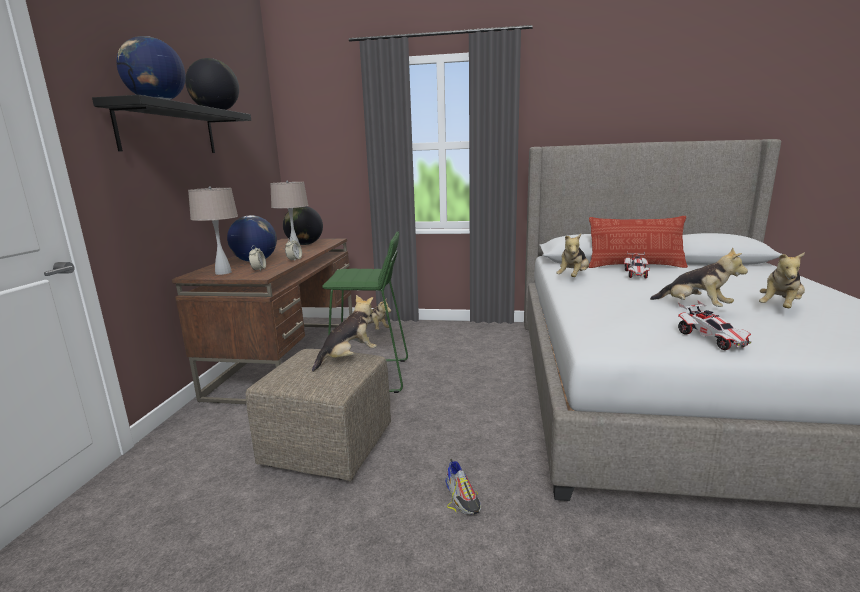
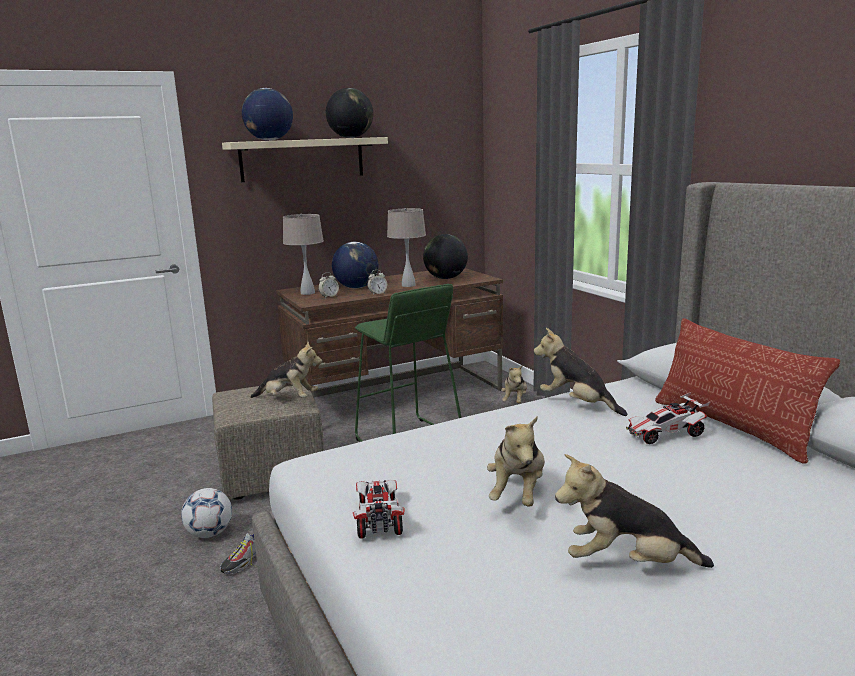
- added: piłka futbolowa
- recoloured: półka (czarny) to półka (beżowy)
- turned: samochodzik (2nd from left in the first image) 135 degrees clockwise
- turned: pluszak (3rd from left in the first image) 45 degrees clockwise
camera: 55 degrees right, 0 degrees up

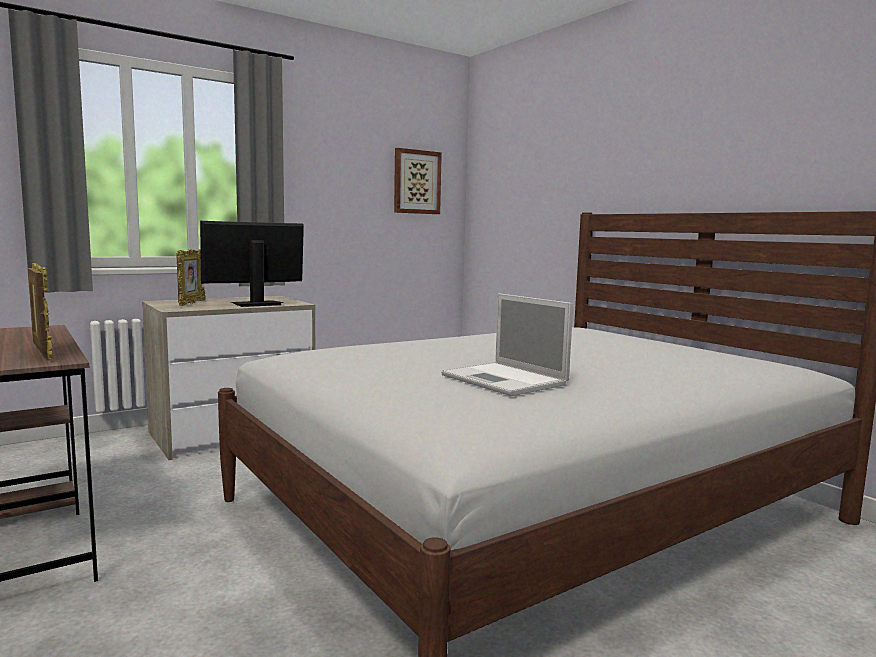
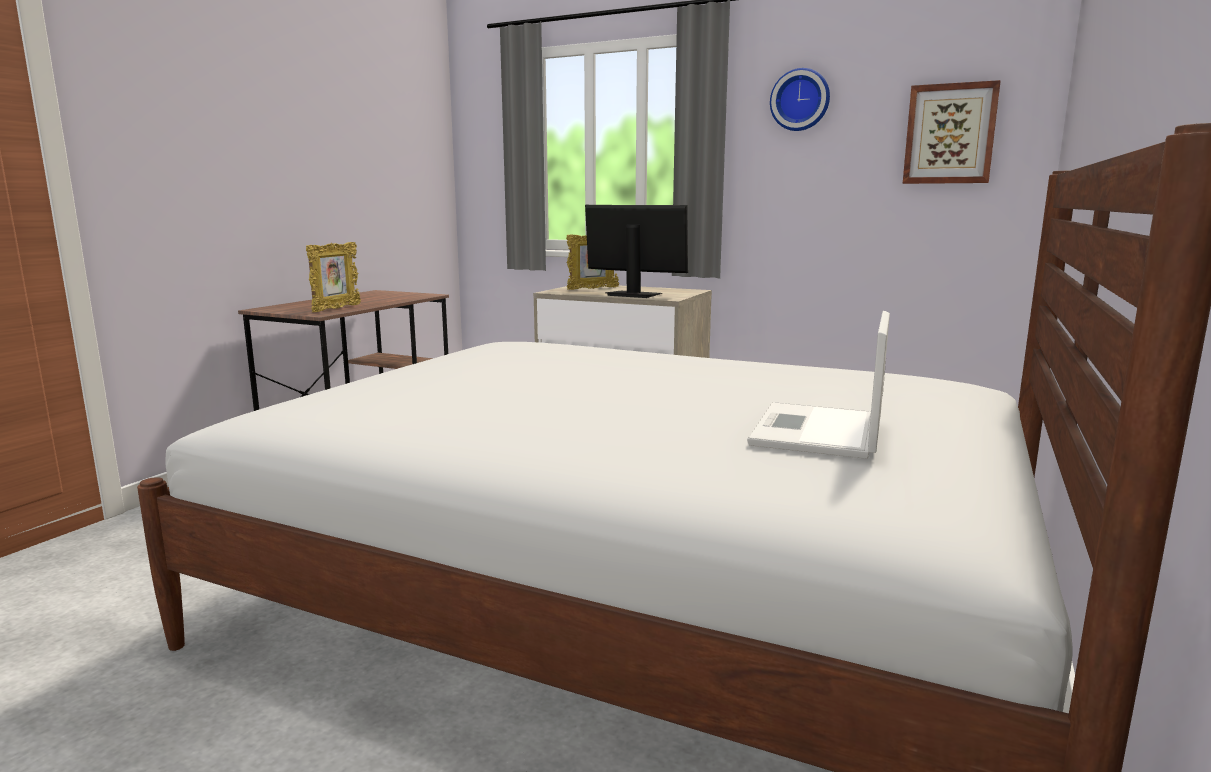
- moved: laptop
- added: zegar ścienny
camera: 60 degrees right, 5 degrees up

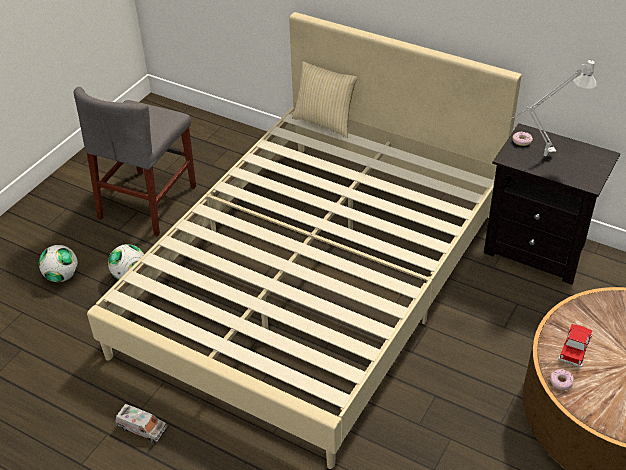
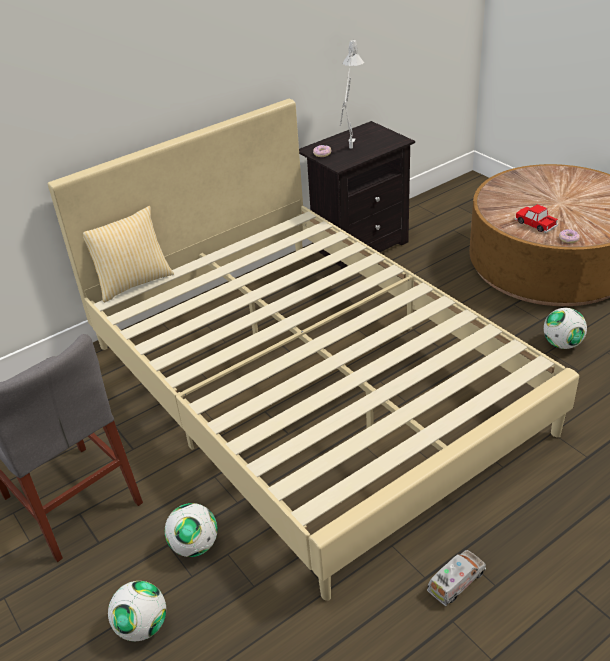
- added: piłka futbolowa (3rd from left)
camera: 65 degrees left, 5 degrees down

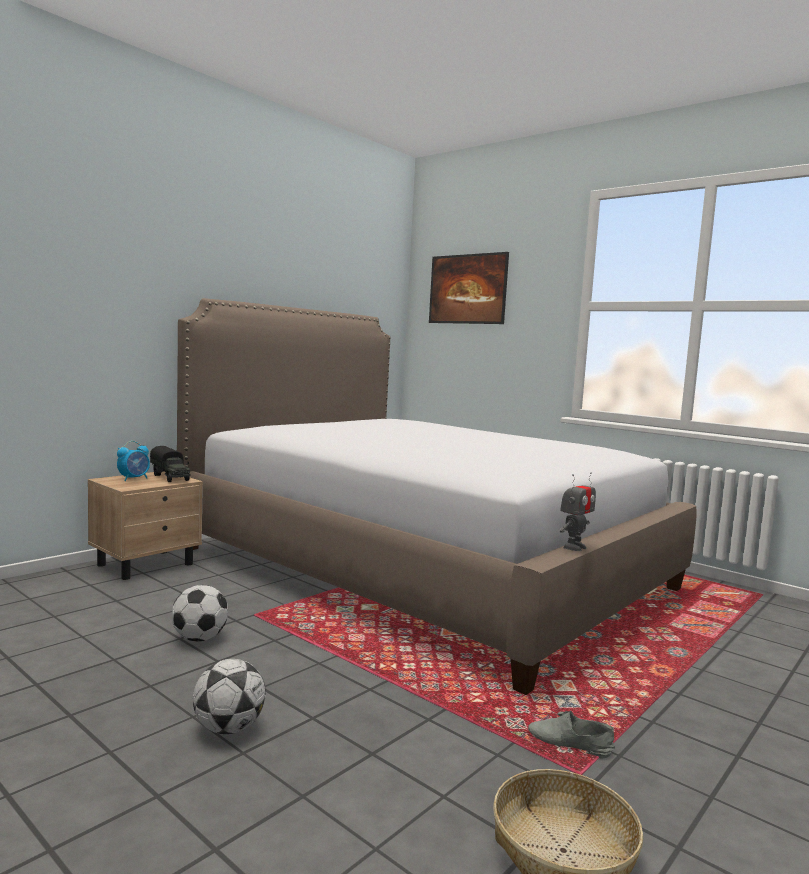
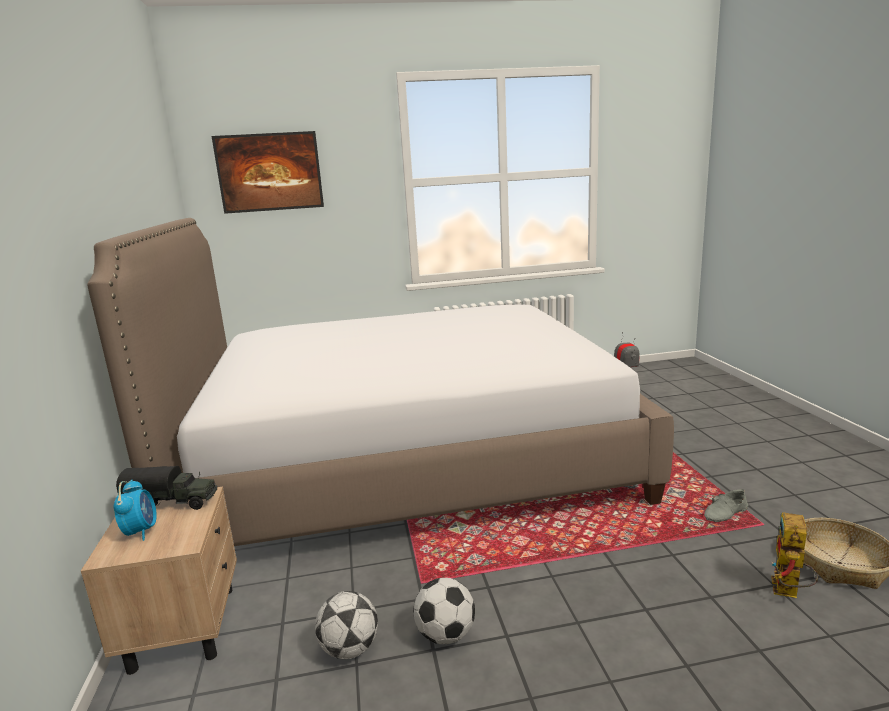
- moved: piłka futbolowa (2nd from left in the first image) to piłka futbolowa (1st from left)
- added: robot zabawkowy (2nd from left)
camera: 50 degrees left, 10 degrees up

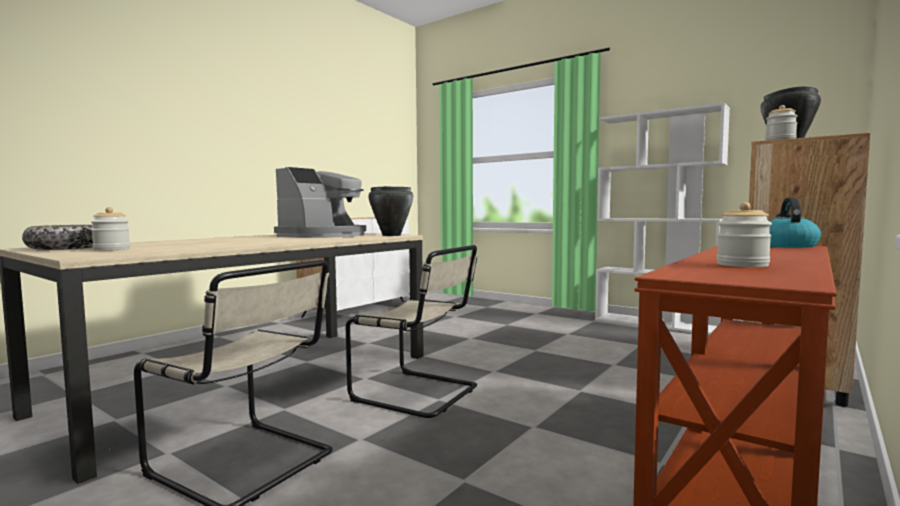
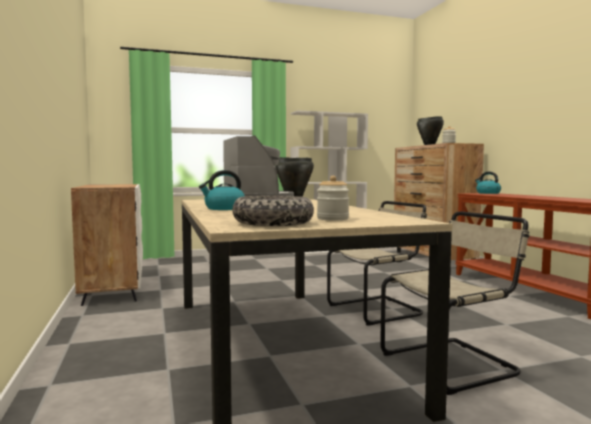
- added: czajnik (1st from left)
- removed: słoik (2nd from left)
camera: 55 degrees left, 0 degrees up

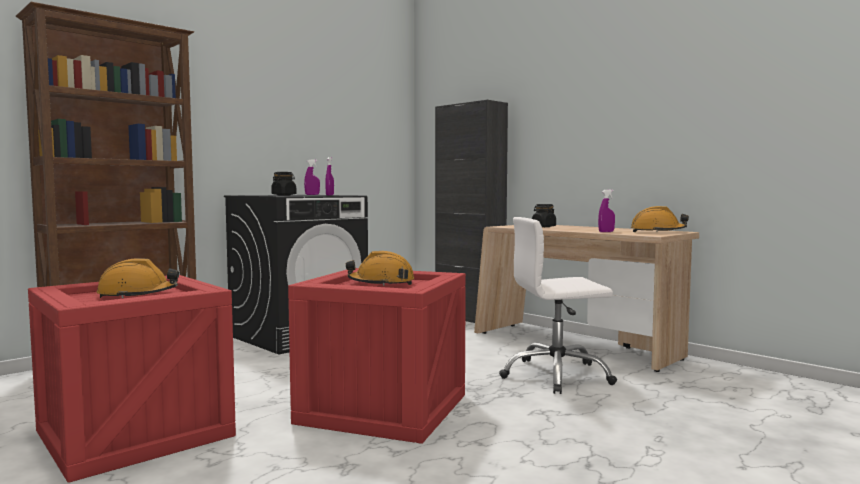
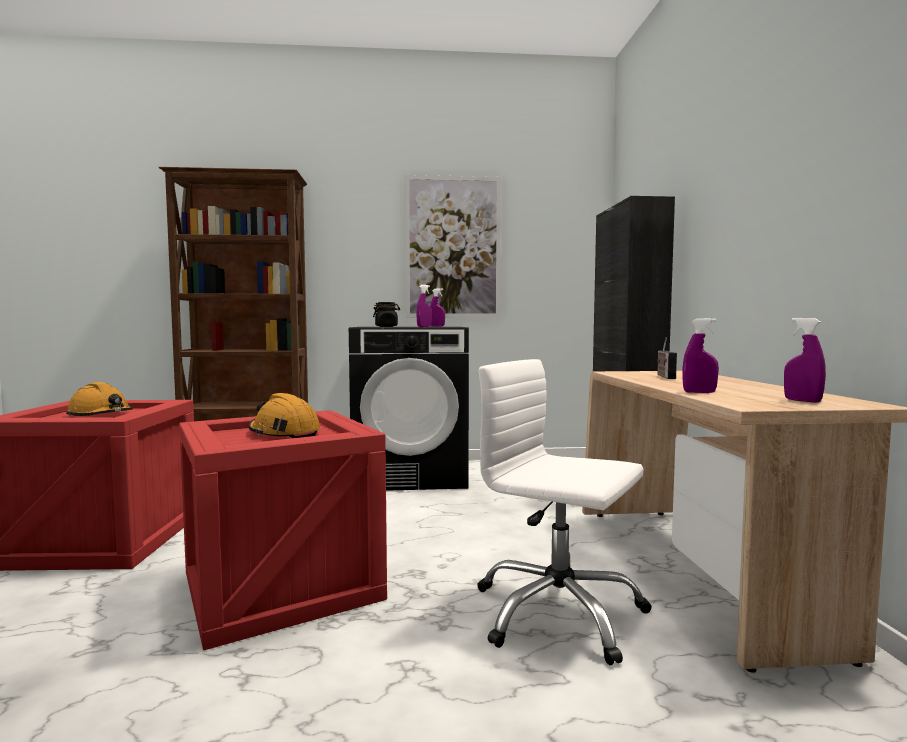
- added: obraz
- replaced: słoik (czarny) (2nd from left) to radio
- replaced: kask (pomarańczowy) (3rd from left) to spryskiwacz (fioletowy) (4th from left)
camera: 40 degrees right, 0 degrees up

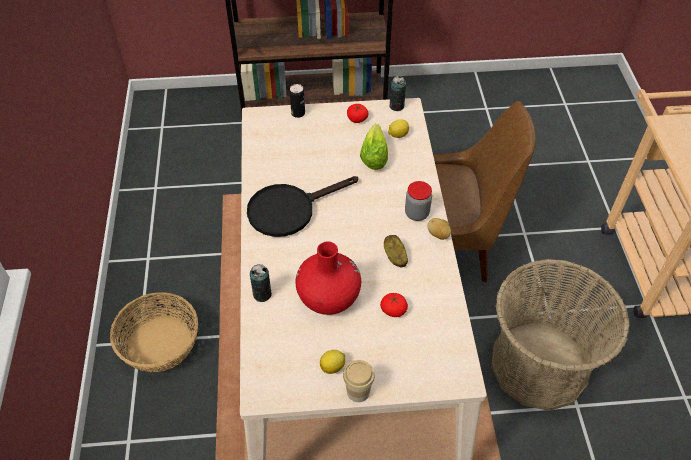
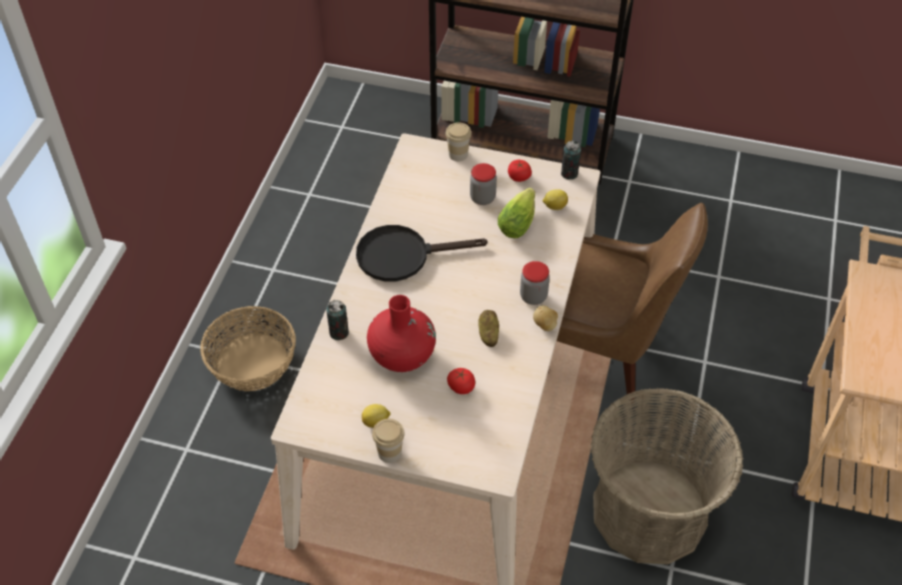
- replaced: puszka (2nd from left) to filiżanka (2nd from left)
- added: słoik (1st from left)
camera: 20 degrees right, 0 degrees up

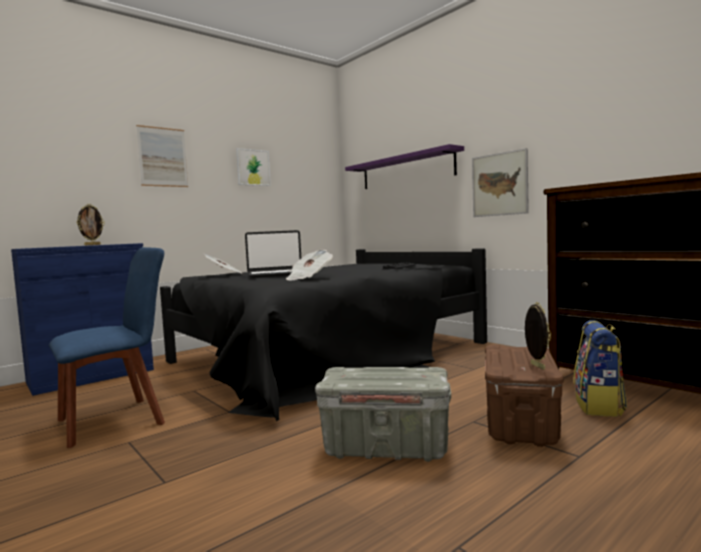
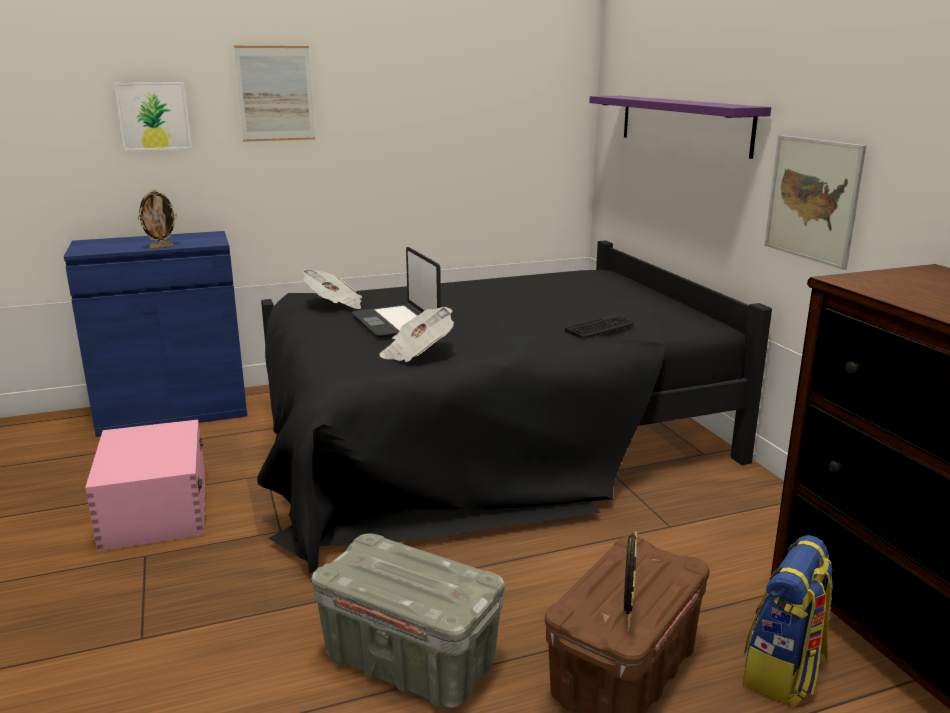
- replaced: krzesło (niebieski) to pojemnik do przechowywania (różowy)
- moved: obraz (2nd from left in the first image) to obraz (1st from left)
- turned: laptop 60 degrees clockwise
camera: 20 degrees right, 15 degrees up

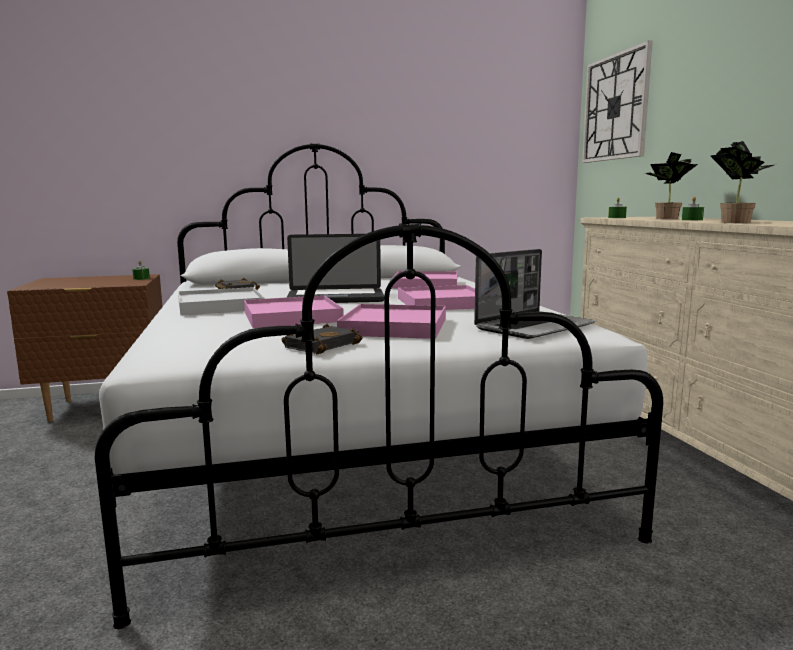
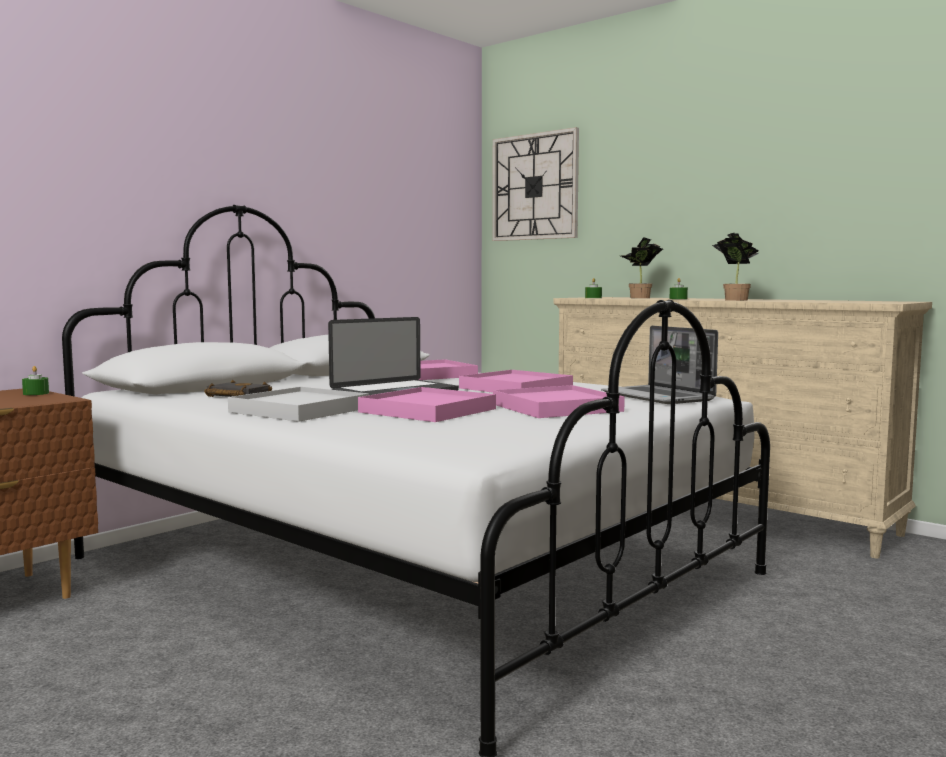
- turned: laptop (2nd from left) 135 degrees clockwise
- removed: książka (czarny) (2nd from left)
camera: 35 degrees left, 5 degrees down

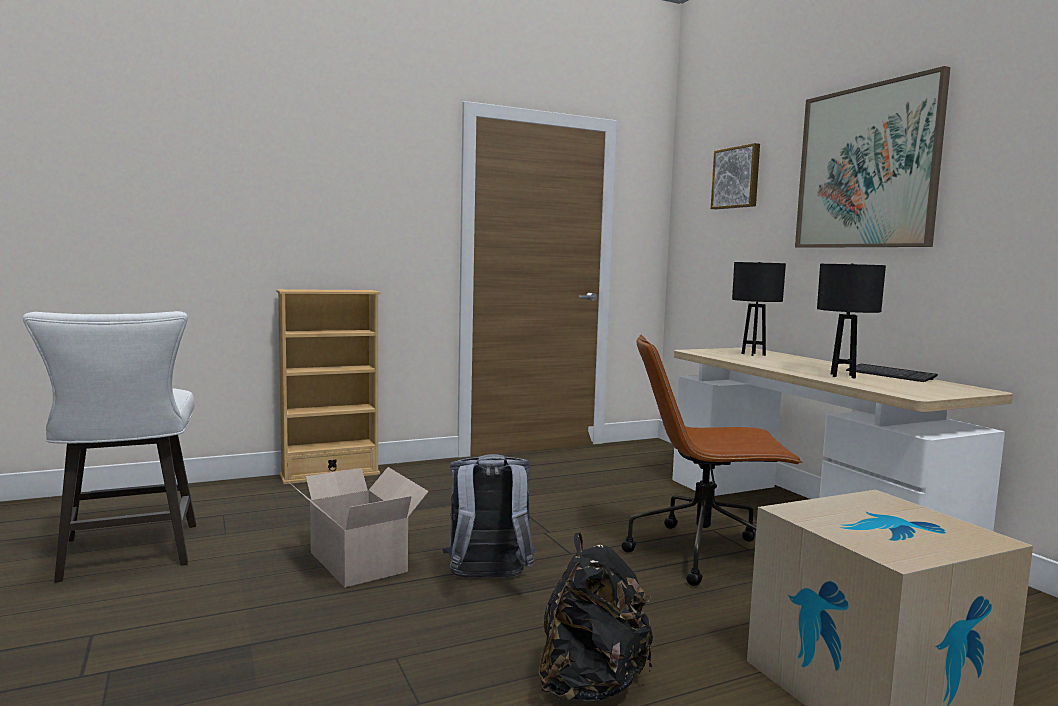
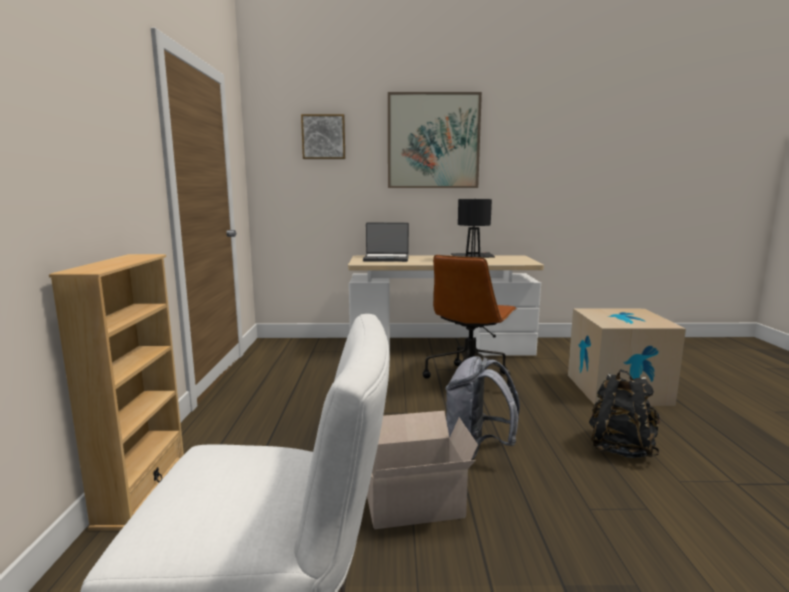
- replaced: lampa stołowa (czarny) (1st from left) to laptop
camera: 65 degrees left, 5 degrees up

